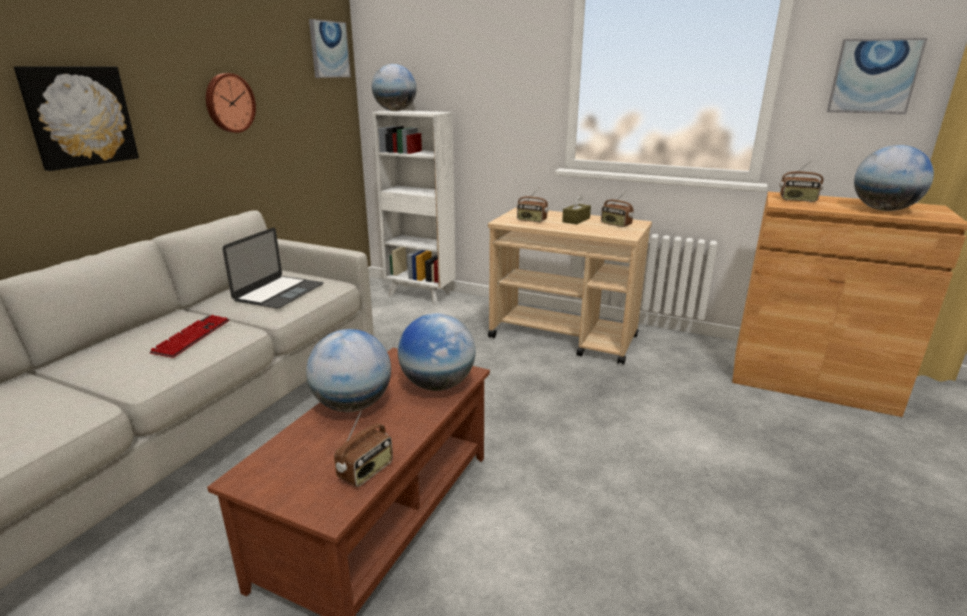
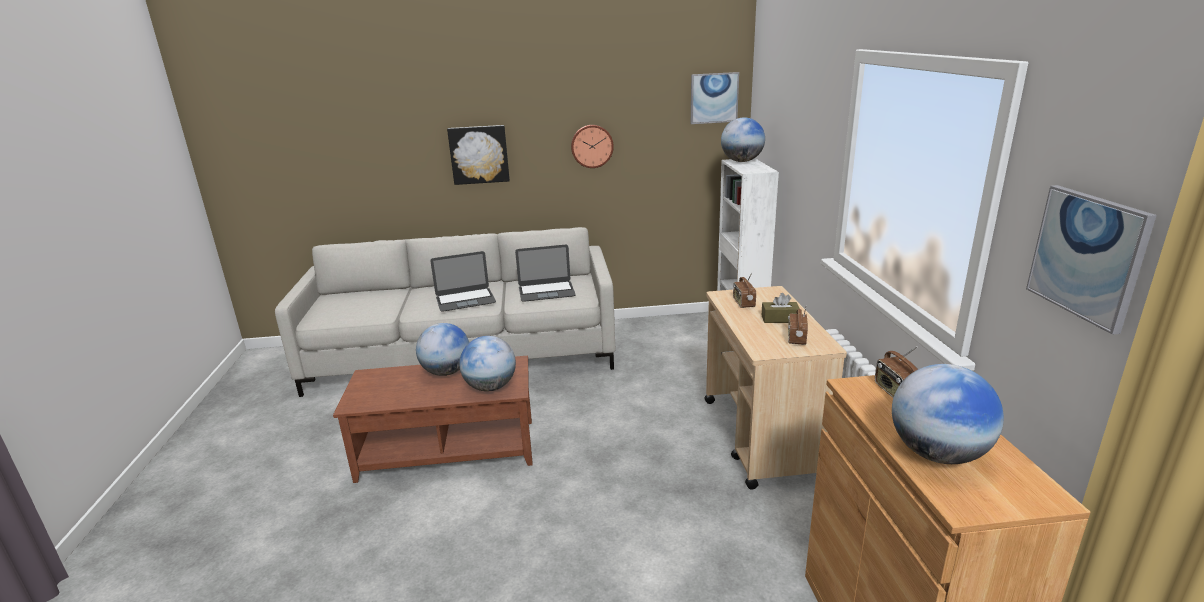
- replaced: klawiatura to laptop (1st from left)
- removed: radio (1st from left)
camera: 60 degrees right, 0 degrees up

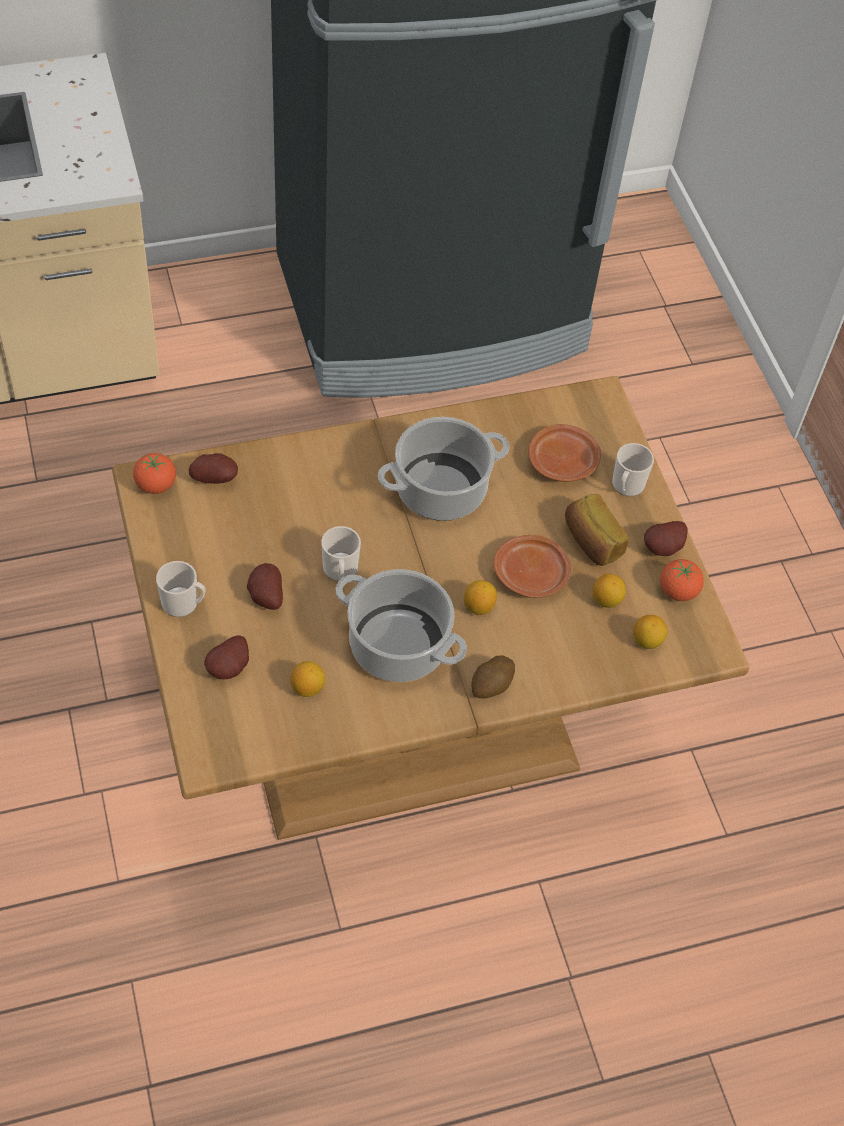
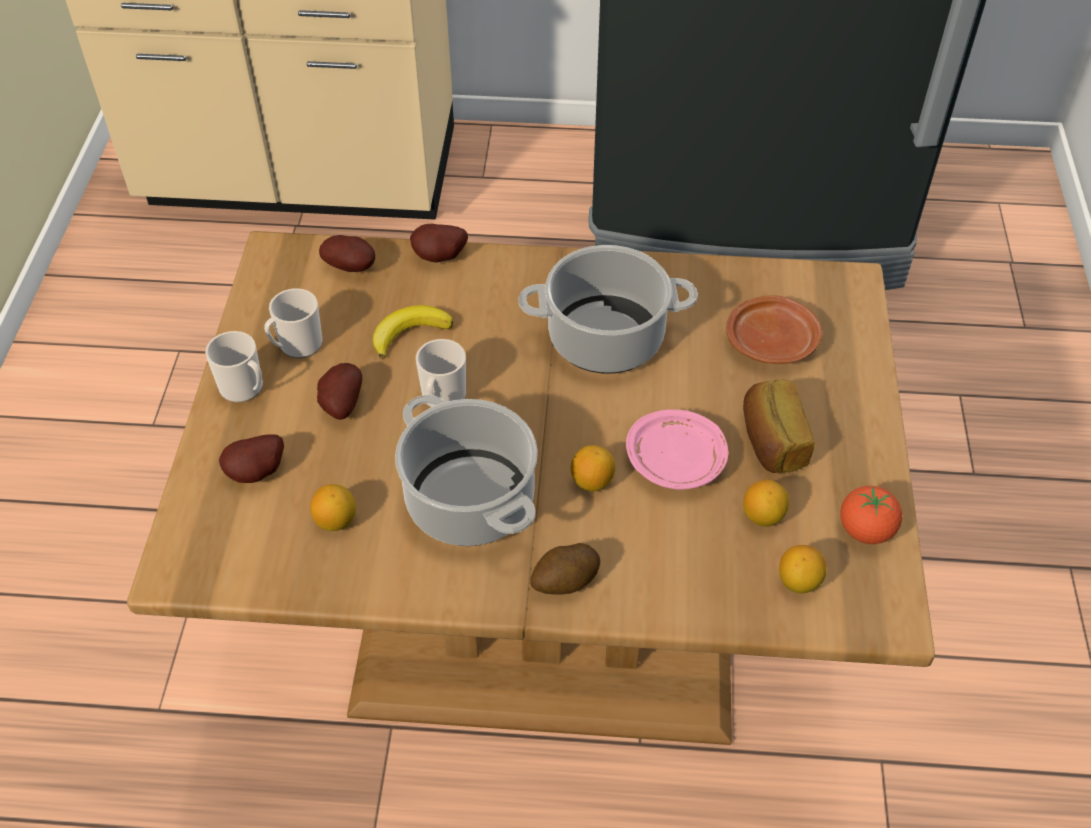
- moved: kubek (3rd from left in the first image) to kubek (2nd from left)
- added: banan
- moved: ziemniak (5th from left in the first image) to ziemniak (4th from left)
- recoloured: talerz (brązowy) (1st from left) to talerz (różowy)
- removed: pomidor (1st from left)
camera: 25 degrees right, 5 degrees down

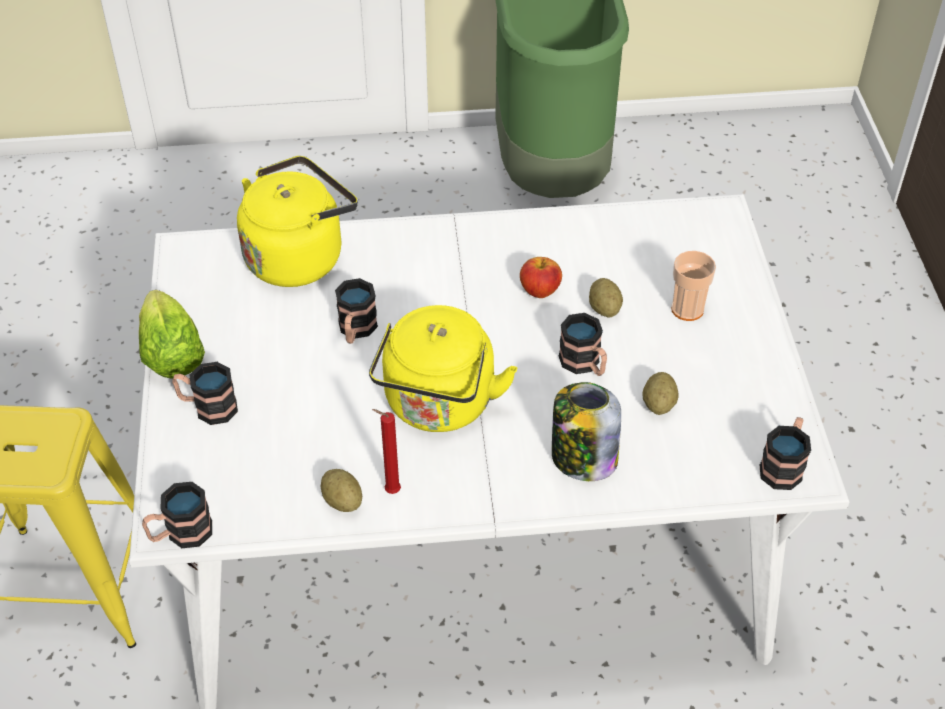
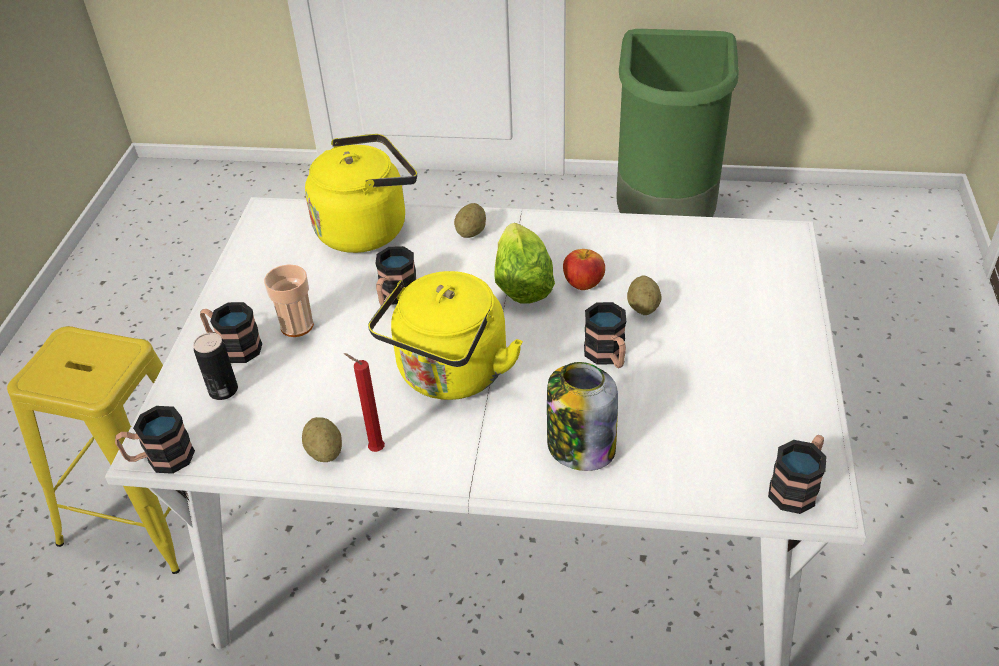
- added: puszka
- moved: filiżanka
- moved: ziemniak (3rd from left in the first image) to ziemniak (2nd from left)
- moved: sałata
camera: 15 degrees right, 5 degrees down

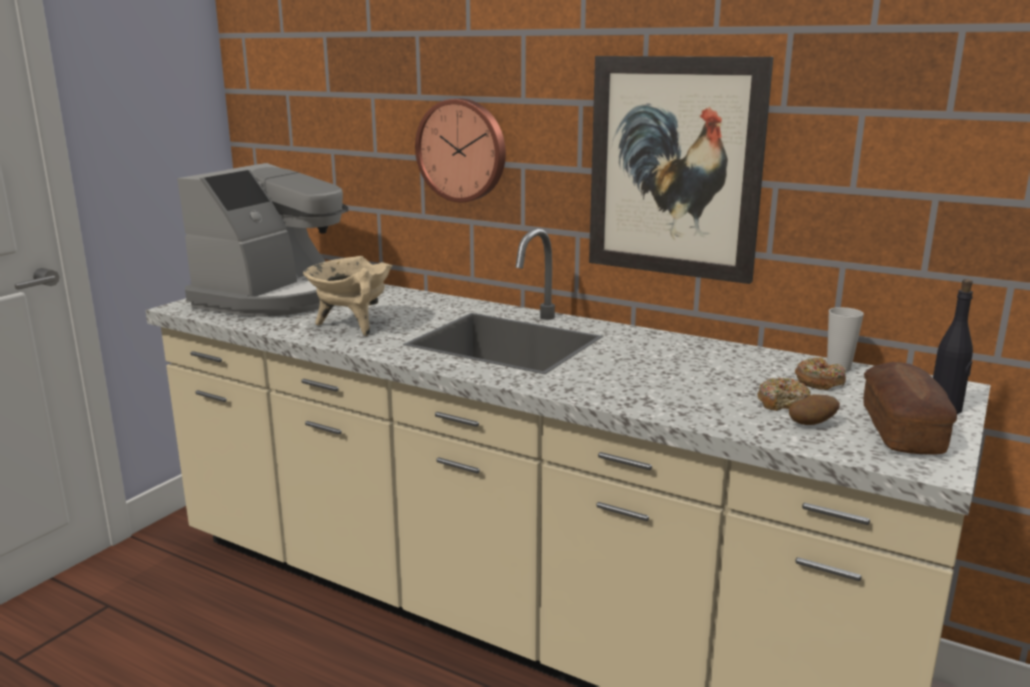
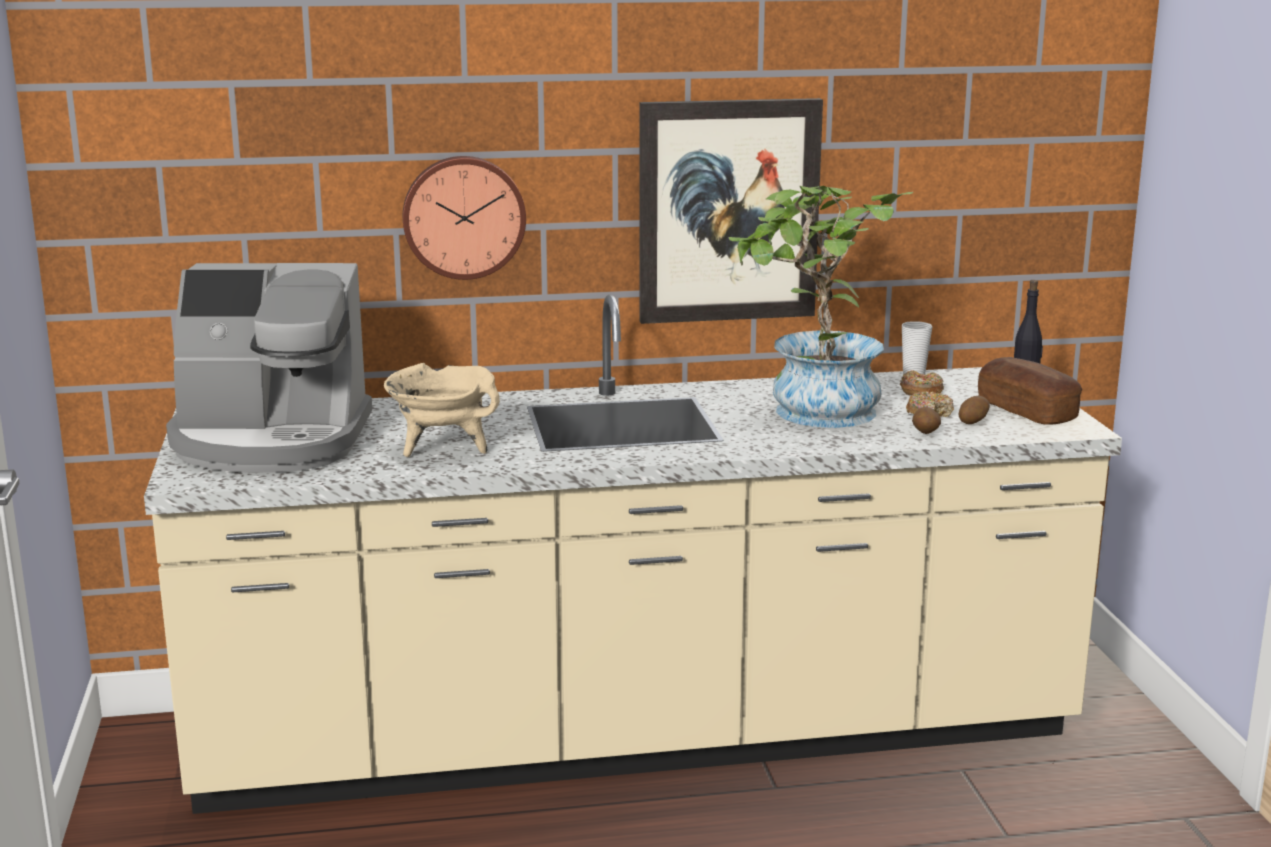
- turned: ekspres do kawy 105 degrees clockwise
- added: roślina doniczkowa
- added: ziemniak (1st from left)
camera: 40 degrees left, 0 degrees up

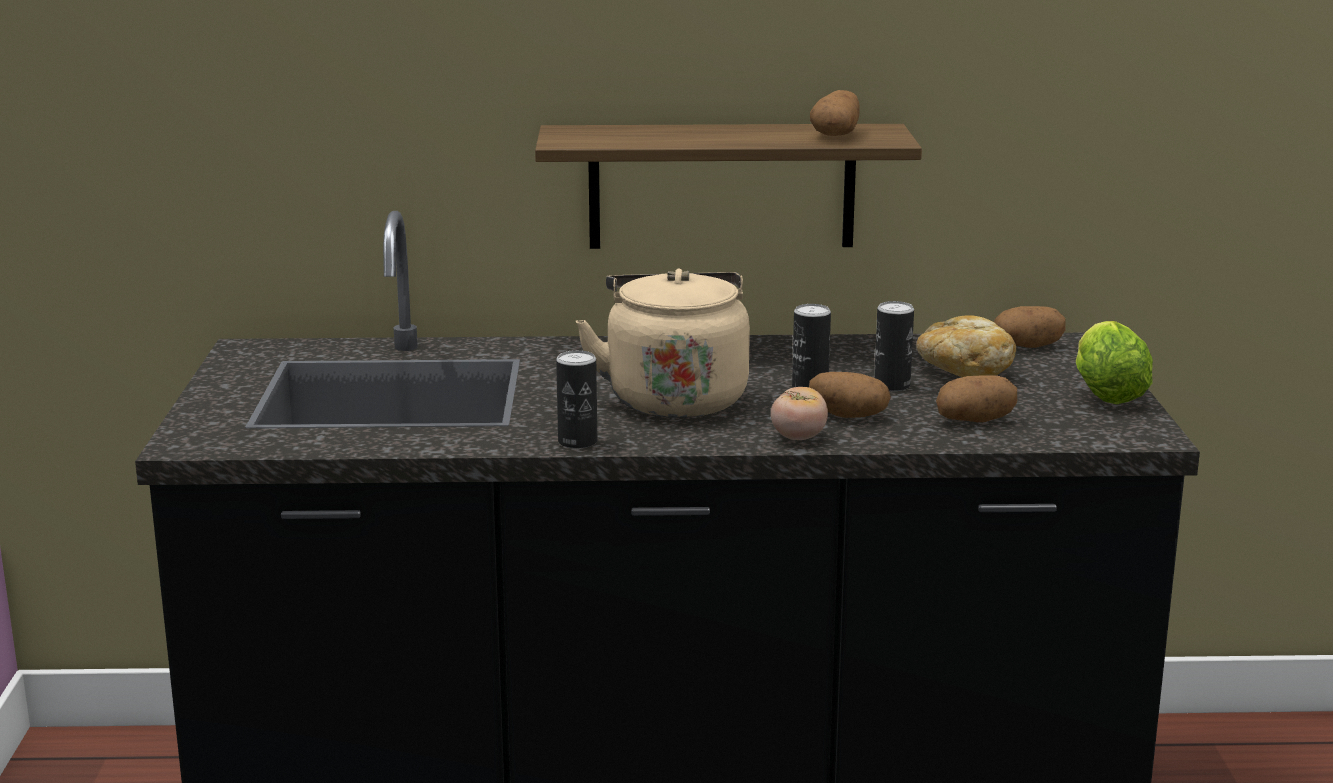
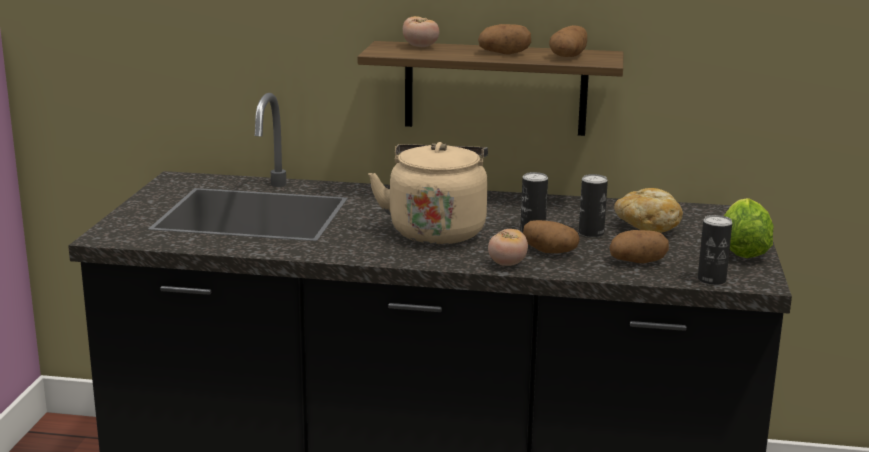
- added: pomidor (1st from left)
- moved: ziemniak (4th from left in the first image) to ziemniak (1st from left)
- moved: puszka (1st from left in the first image) to puszka (3rd from left)
camera: 10 degrees right, 0 degrees up

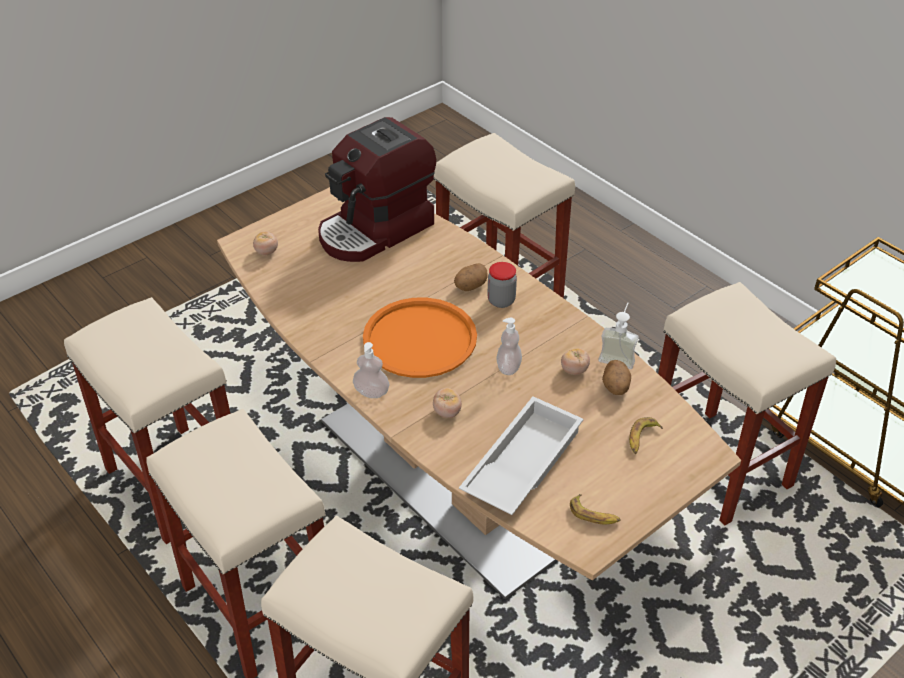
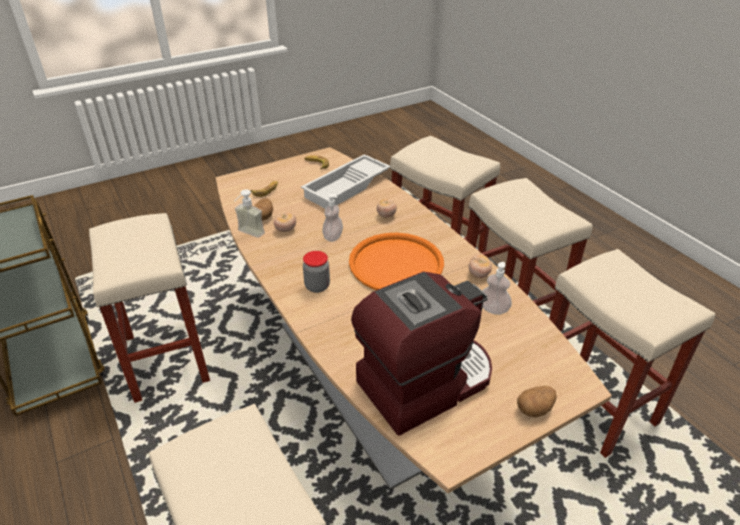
- moved: pomidor (1st from left in the first image) to pomidor (3rd from left)
- moved: dozownik mydła (1st from left in the first image) to dozownik mydła (3rd from left)
- moved: ziemniak (1st from left in the first image) to ziemniak (2nd from left)
camera: 170 degrees left, 5 degrees down

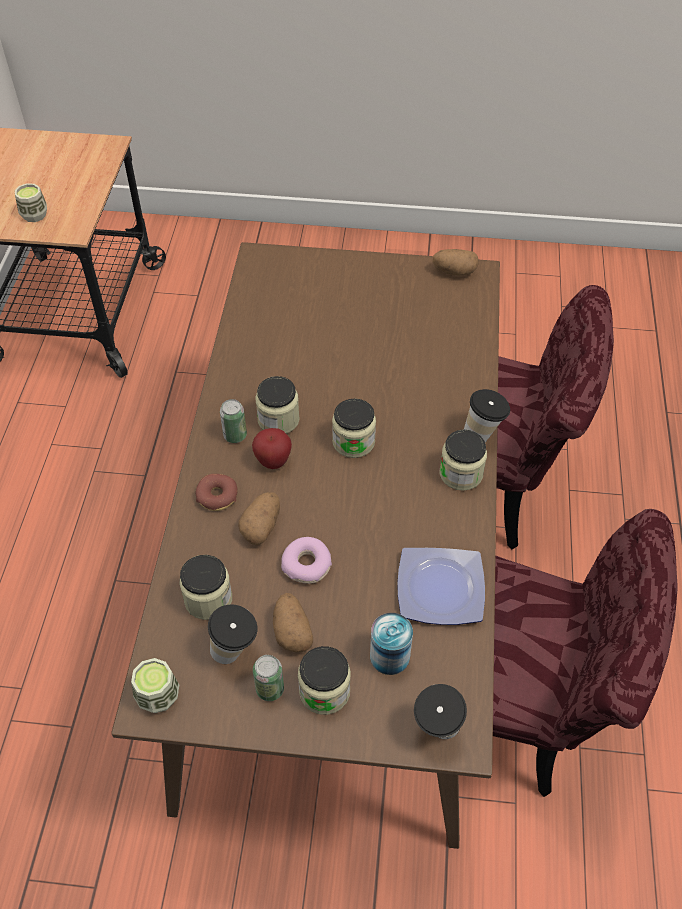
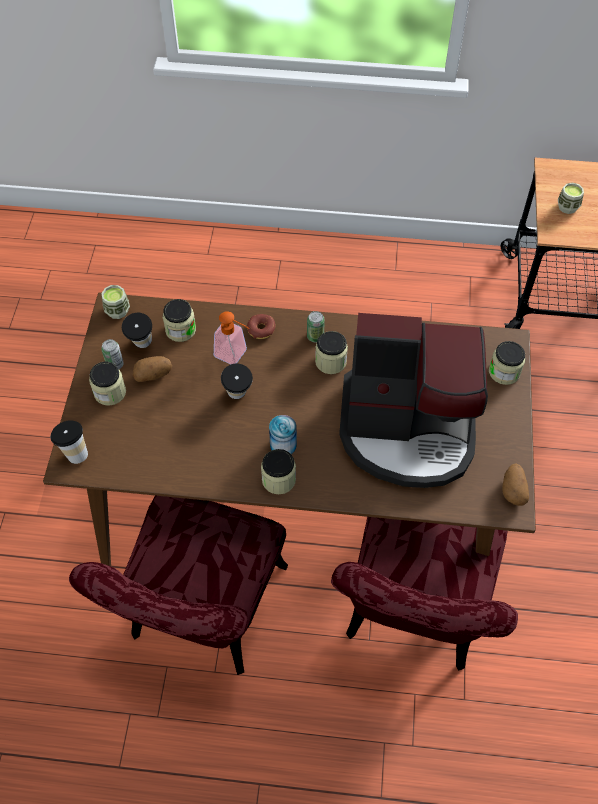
- replaced: ziemniak (1st from left) to dozownik mydła
- moved: filiżanka (5th from left in the first image) to filiżanka (4th from left)
- moved: puszka (3rd from left in the first image) to puszka (2nd from left)
- added: ekspres do kawy
- moved: słoik (4th from left in the first image) to słoik (5th from left)
- removed: jabłko
- removed: donut (2nd from left)
- removed: talerz
camera: 90 degrees right, 5 degrees up

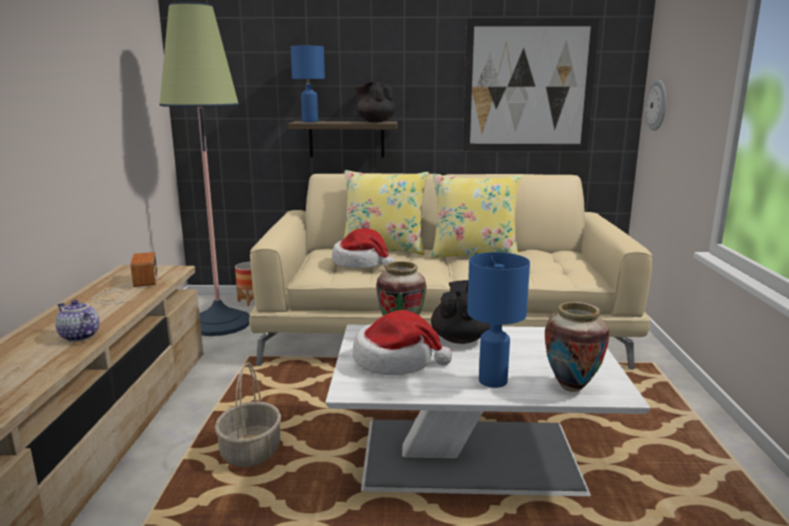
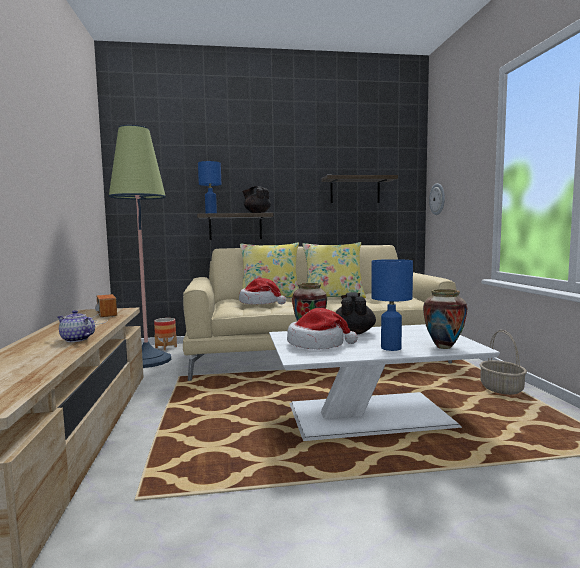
- replaced: obraz to półka (2nd from left)
- moved: koszyk
camera: 10 degrees left, 10 degrees down

